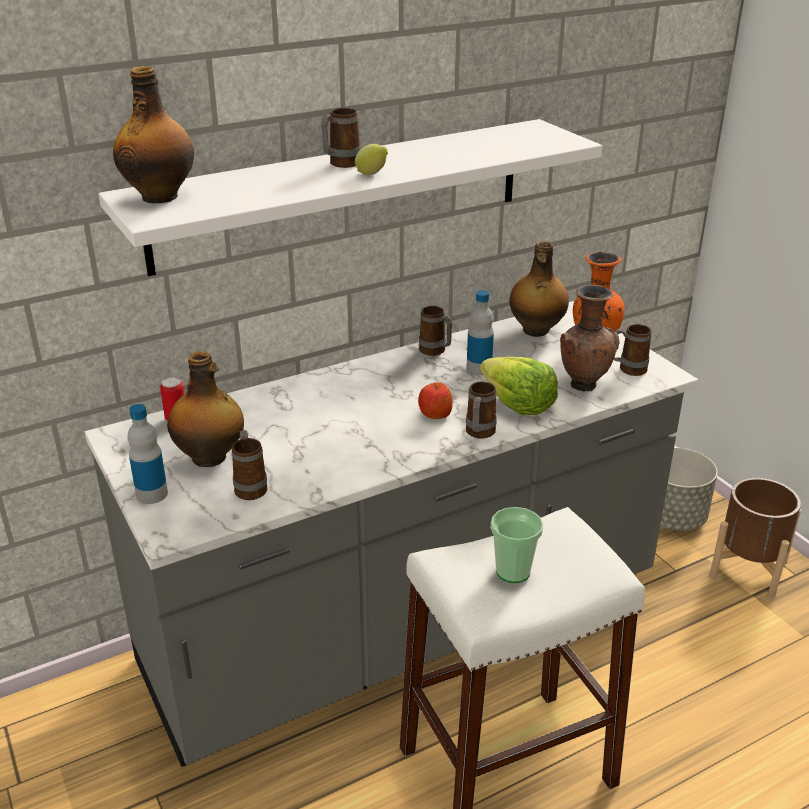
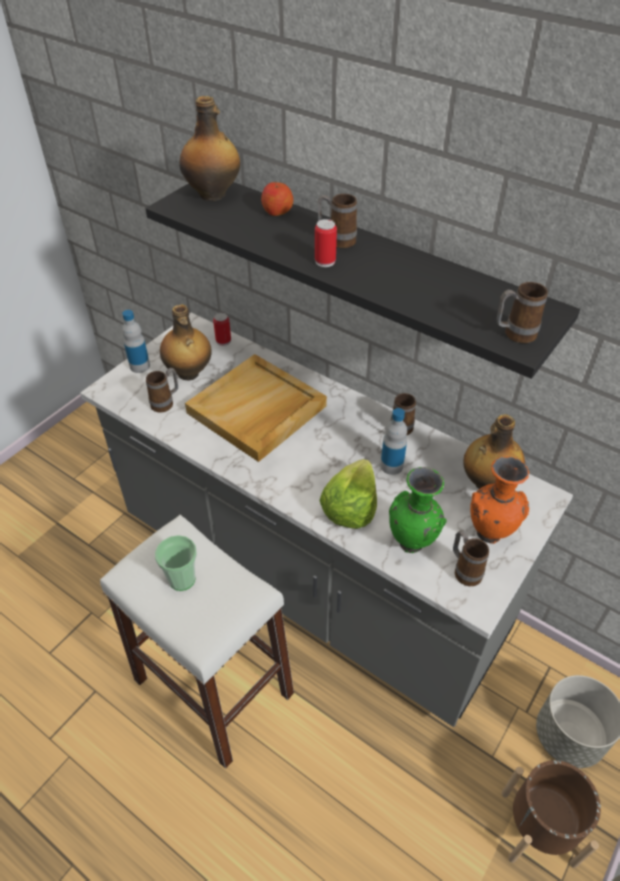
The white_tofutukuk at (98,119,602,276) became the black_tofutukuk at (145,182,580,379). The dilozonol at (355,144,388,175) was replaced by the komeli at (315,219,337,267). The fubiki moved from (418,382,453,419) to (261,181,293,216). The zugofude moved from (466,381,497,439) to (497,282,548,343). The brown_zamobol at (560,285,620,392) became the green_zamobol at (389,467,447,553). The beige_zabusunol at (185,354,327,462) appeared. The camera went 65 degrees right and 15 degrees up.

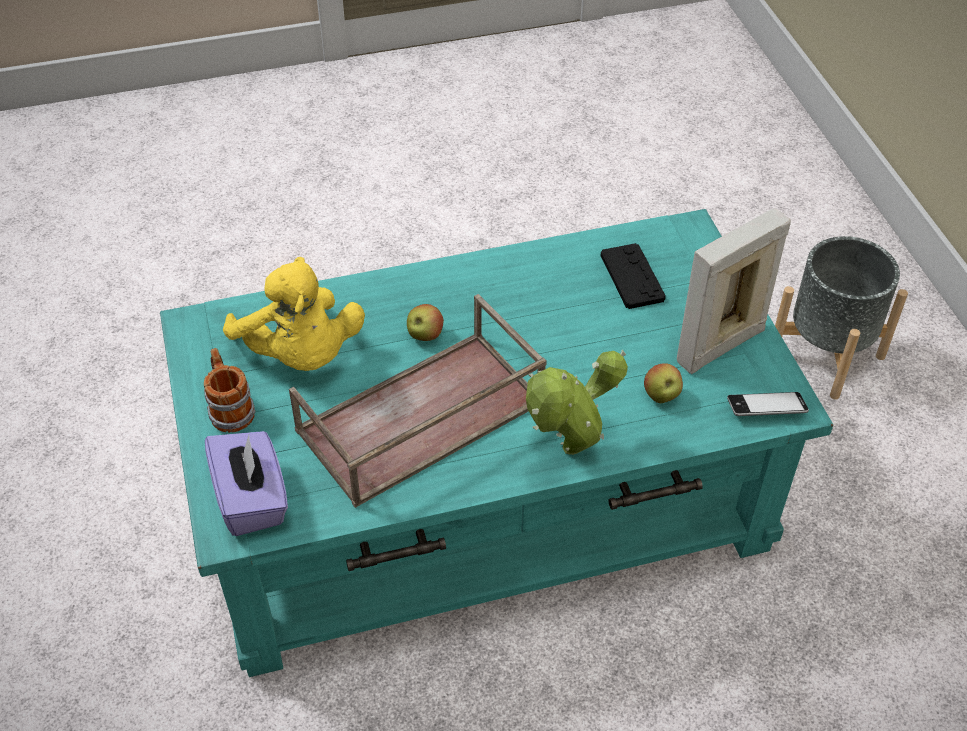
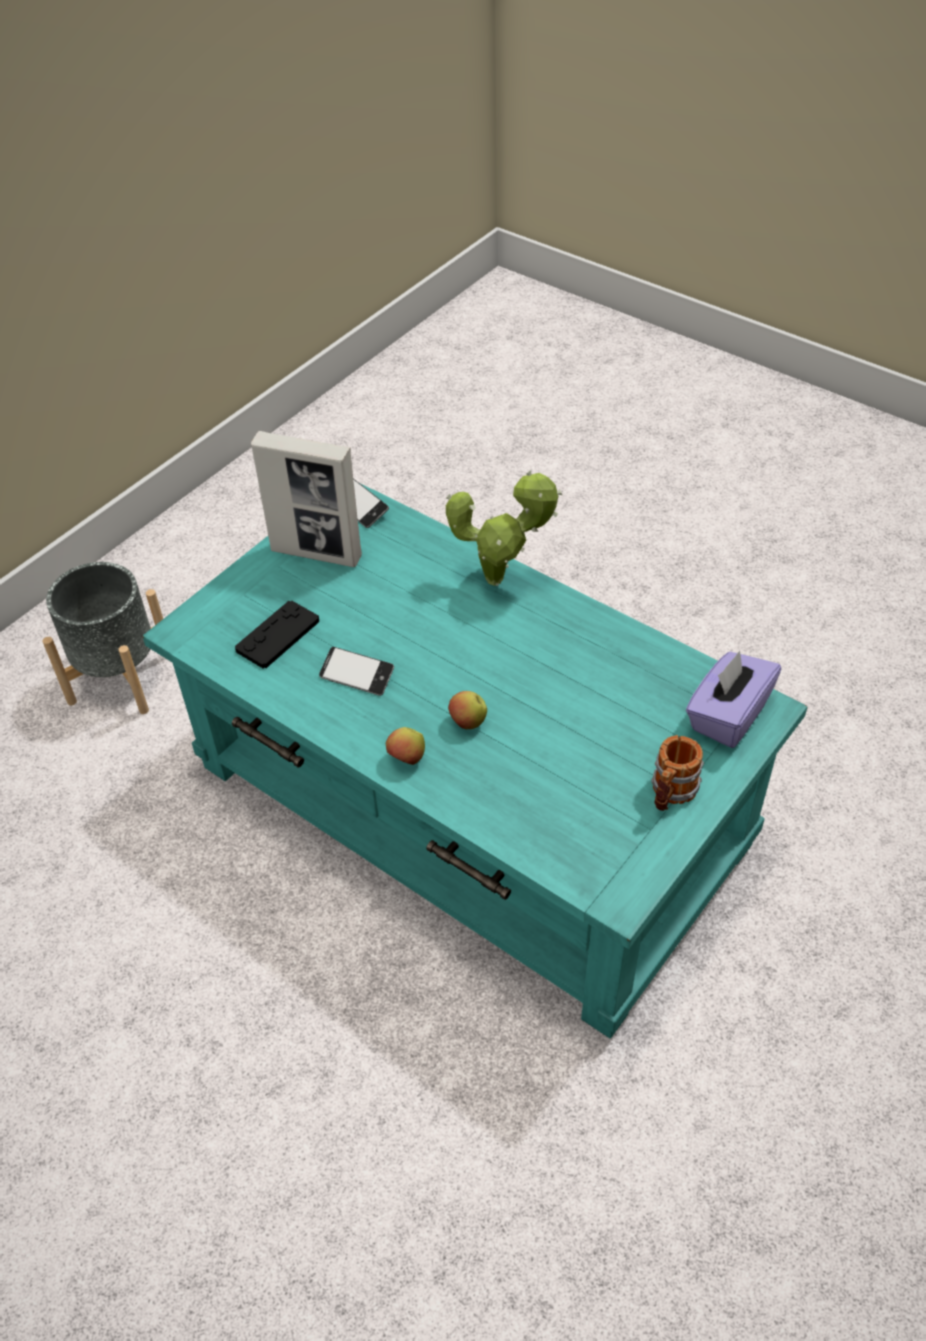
The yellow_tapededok at (223,257,365,371) disappeared. The brown_zabusunol at (289,294,547,508) disappeared. The fubiki moved from (644,363,683,403) to (386,727,425,765). The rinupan at (319,647,394,696) appeared. The camera went 125 degrees left and 0 degrees up.

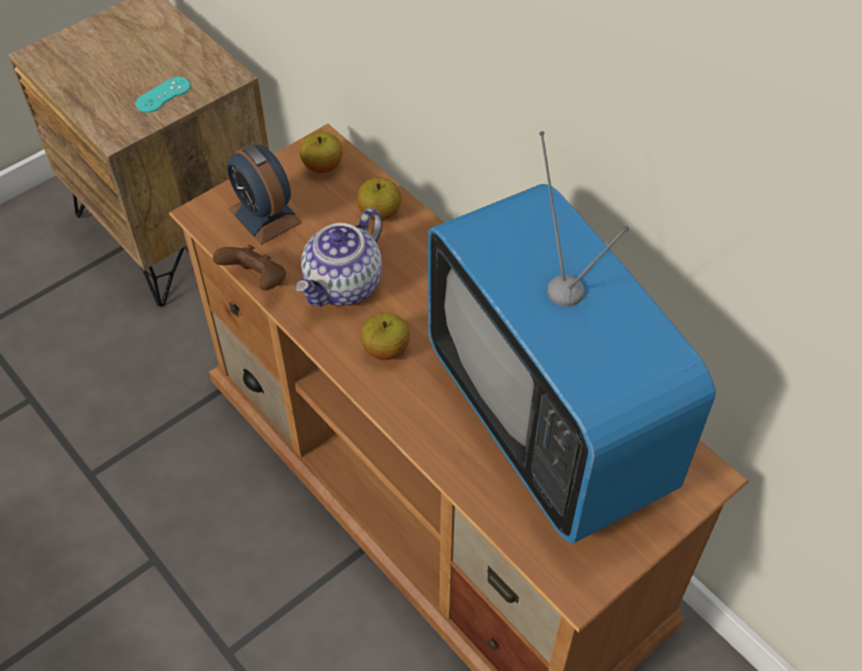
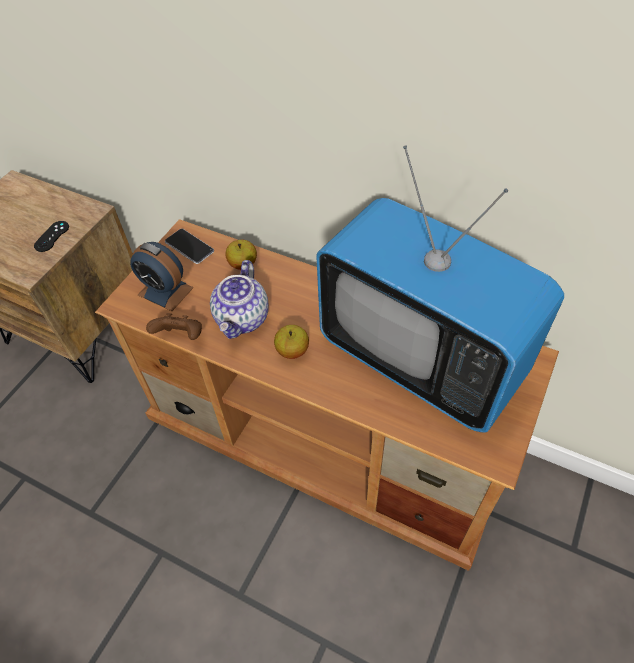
The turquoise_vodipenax at (136,77,190,113) became the black_vodipenax at (34,221,69,252). The fubiki at (300,132,342,173) was replaced by the rinupan at (165,229,214,264). The camera went 20 degrees left and 0 degrees up.

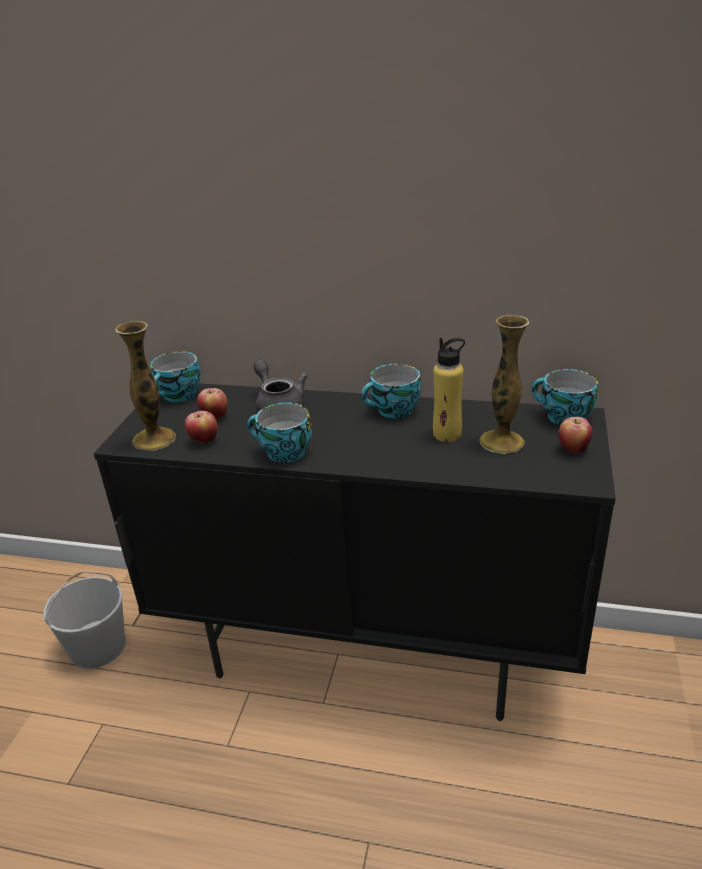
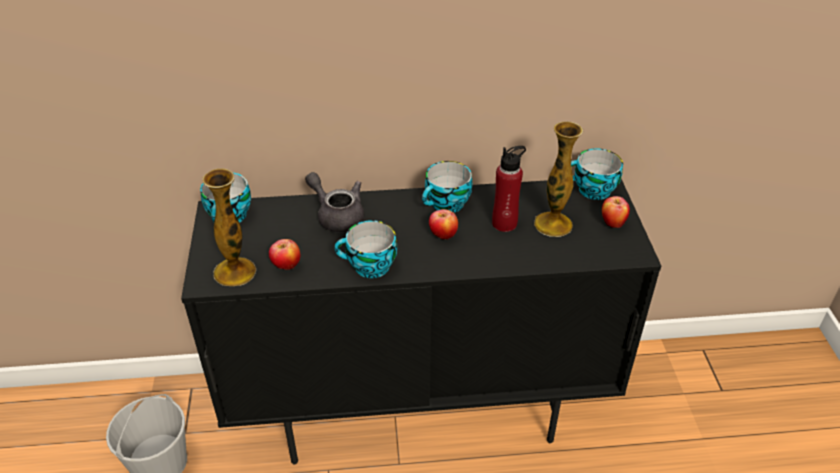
The fubiki moved from (197,388,228,420) to (429,209,458,241). The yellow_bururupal at (433,338,465,442) became the red_bururupal at (492,146,526,232). The camera went 20 degrees left and 10 degrees up.

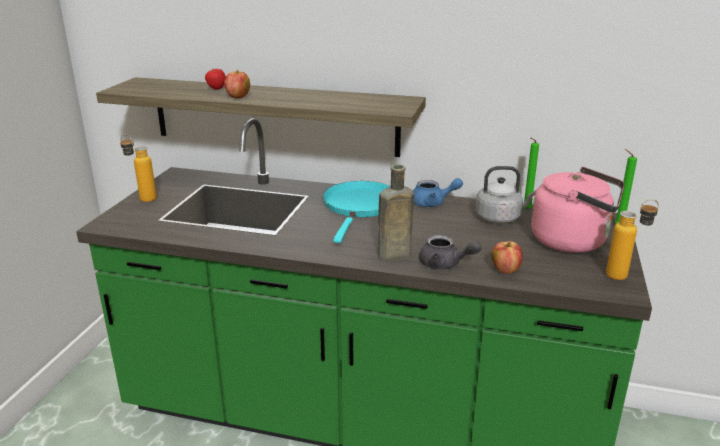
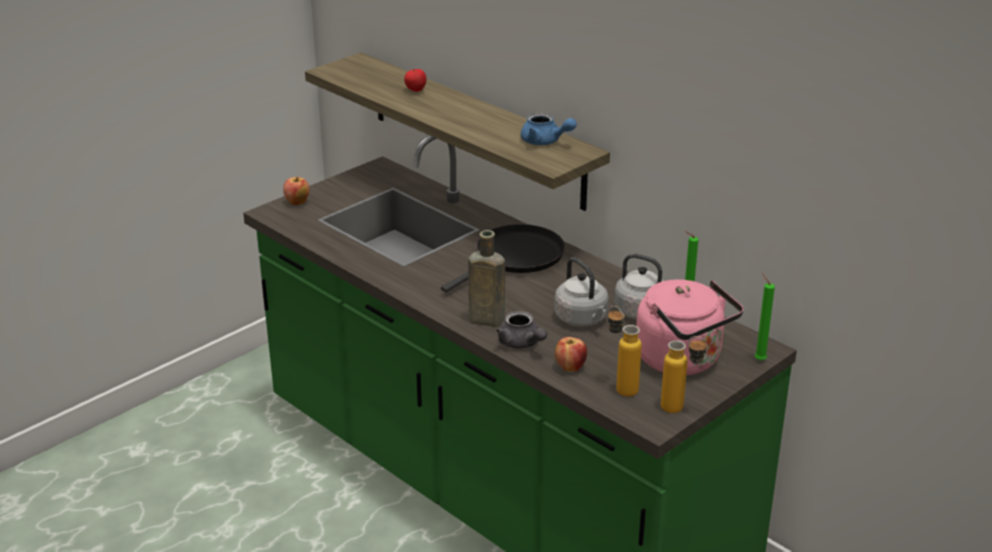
The bururupal moved from (120,134,157,202) to (608,306,642,397). The fubiki moved from (224,70,250,98) to (283,177,310,205). The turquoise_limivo at (323,181,391,243) became the black_limivo at (441,224,565,292). The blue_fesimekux moved from (413,178,463,207) to (521,113,577,145). The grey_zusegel at (554,257,609,327) appeared. The camera went 30 degrees right and 5 degrees up.

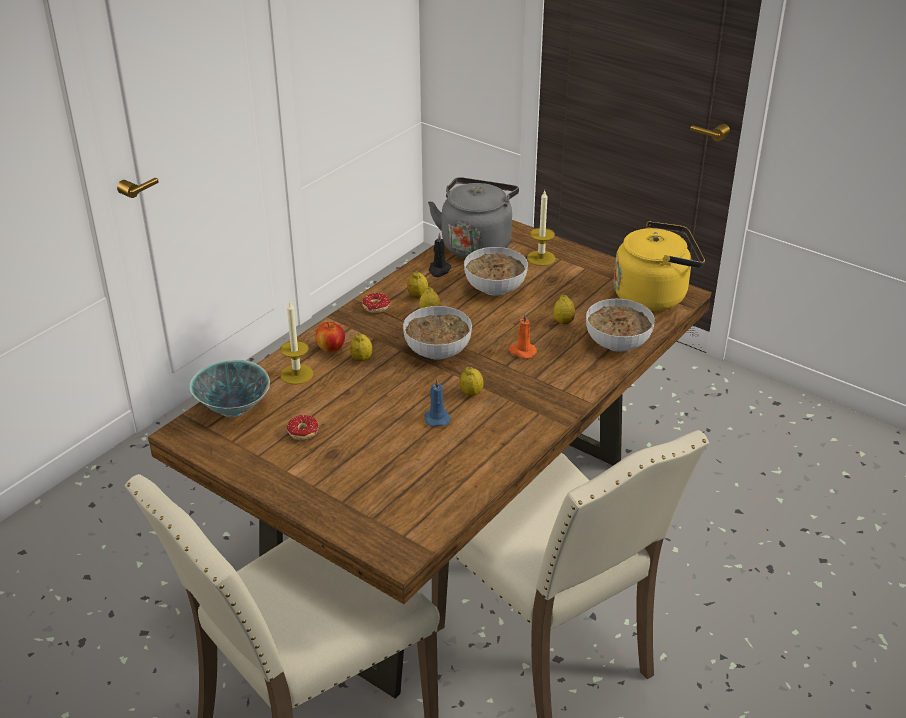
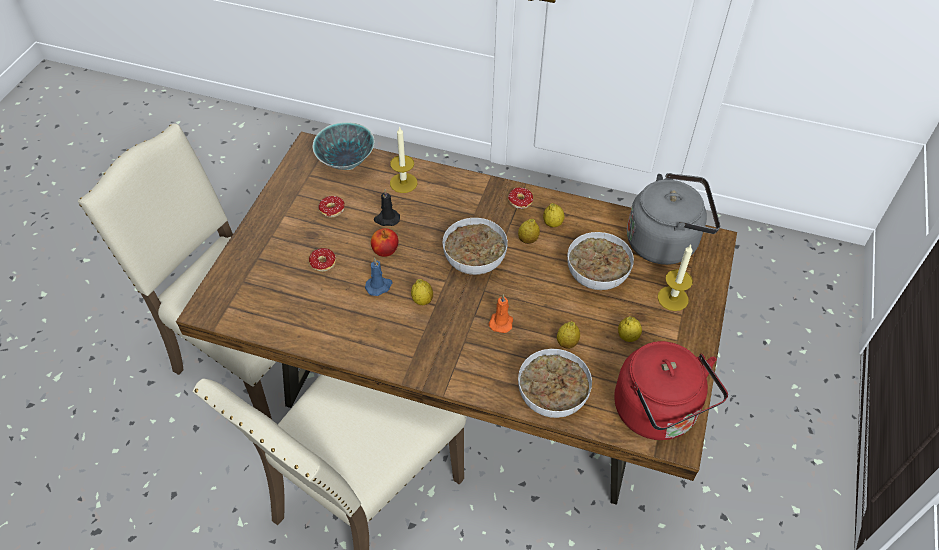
The fubiki moved from (316,322,345,353) to (371,228,399,257). The dilozonol moved from (350,333,373,362) to (618,316,642,342). The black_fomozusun moved from (429,232,451,277) to (374,189,400,226). The yellow_zusegel at (614,221,705,311) became the red_zusegel at (614,341,728,440). The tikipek at (309,248,336,272) appeared. The camera went 70 degrees right and 15 degrees up.

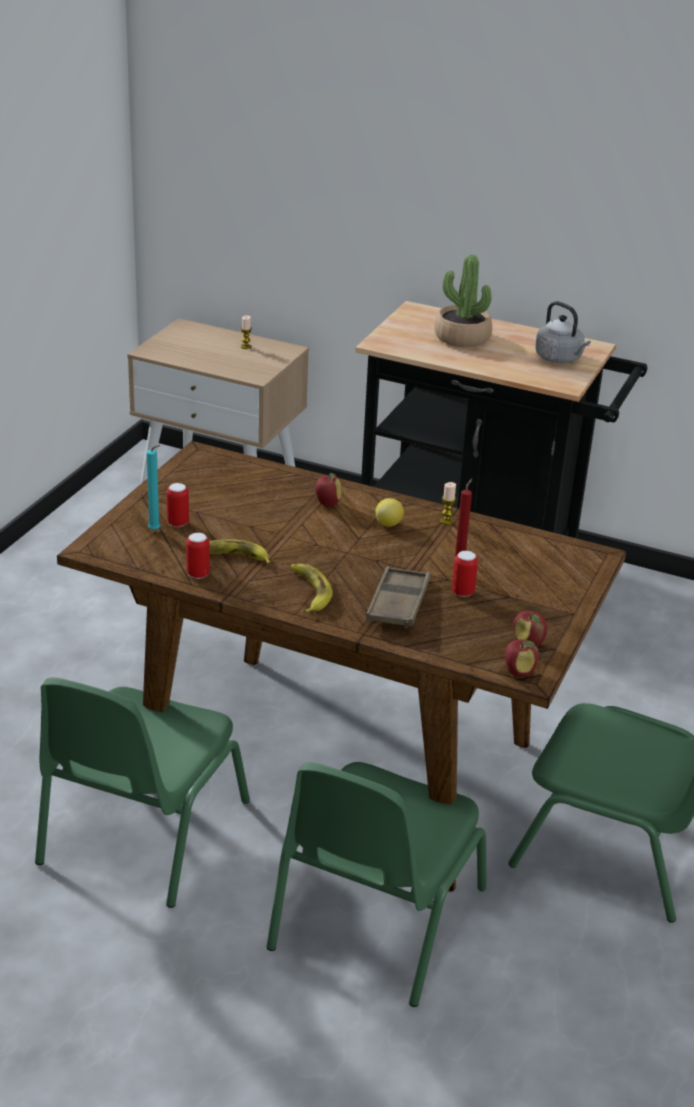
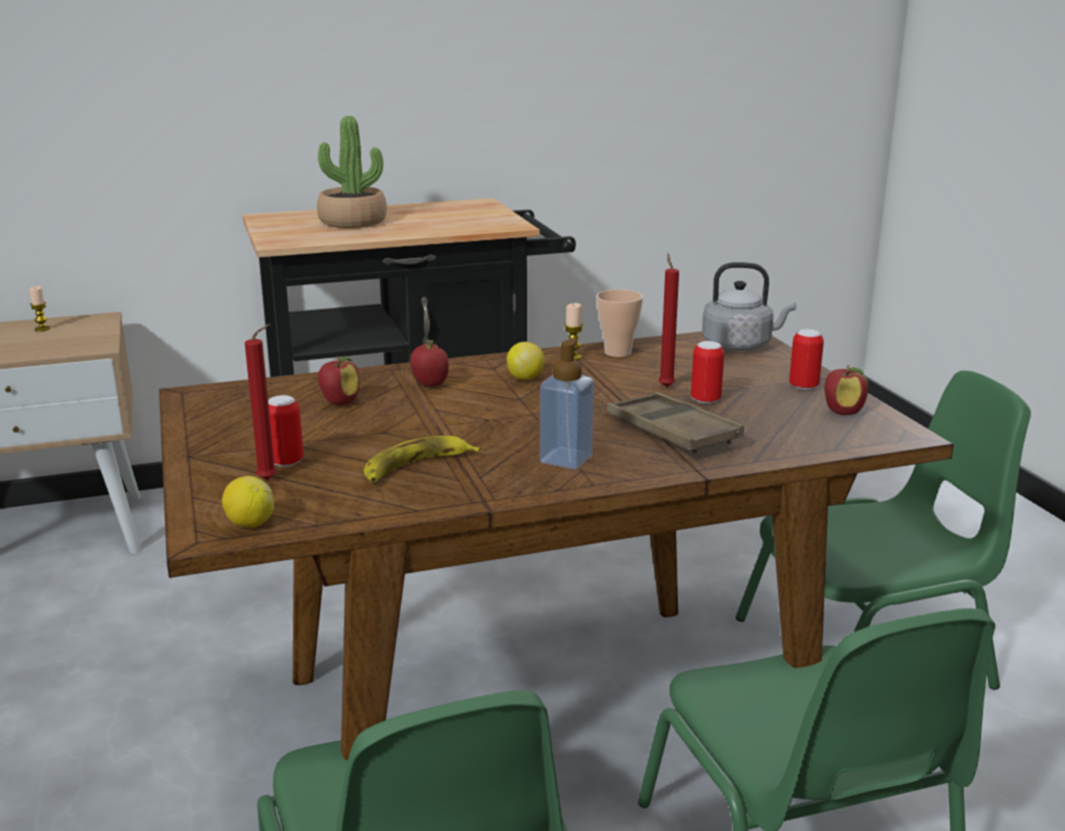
The turquoise_fomozusun at (147,445,161,531) became the red_fomozusun at (245,324,277,480). The komeli moved from (186,533,210,579) to (789,329,824,390). The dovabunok at (290,564,333,613) was replaced by the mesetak at (540,338,594,469). The fubiki moved from (505,640,539,677) to (318,357,359,405). The grey_zusegel moved from (535,301,591,363) to (702,262,796,351). The dilozonol at (222,476,274,527) appeared. The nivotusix at (596,289,643,357) appeared. The camera went 40 degrees left and 10 degrees down.

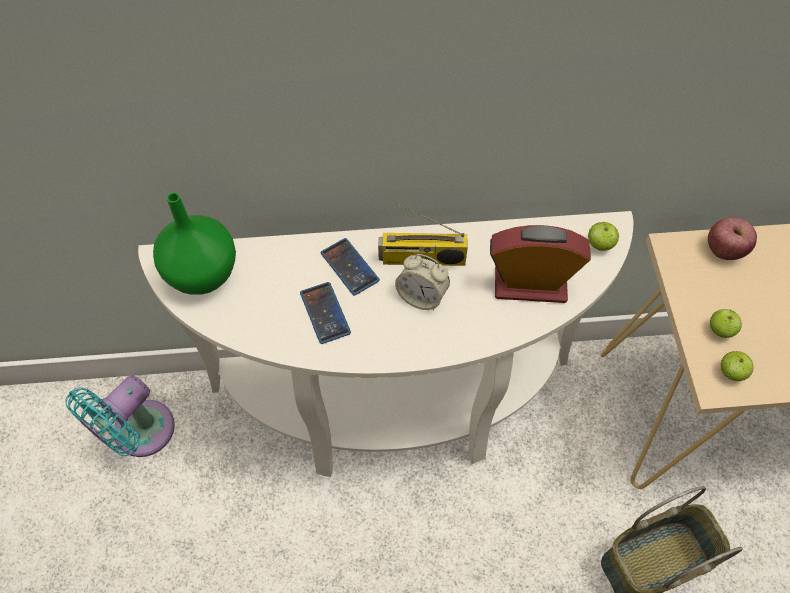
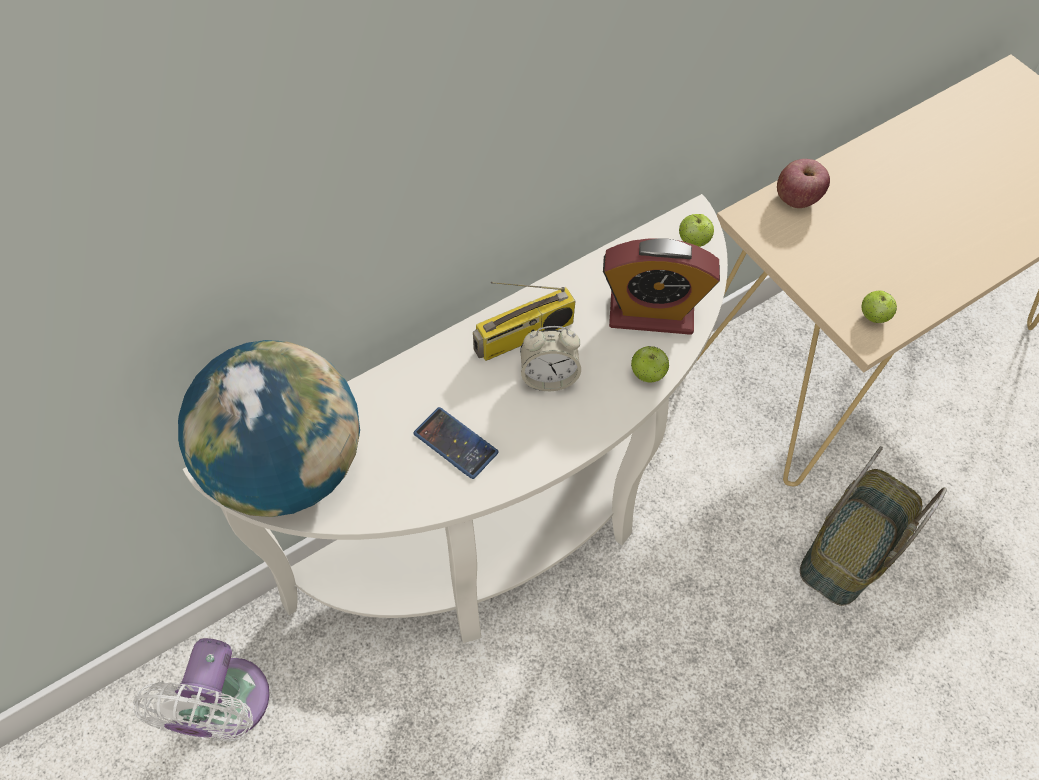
The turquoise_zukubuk at (65,375,175,457) became the white_zukubuk at (133,638,270,741). The green_zamobol at (153,192,236,295) was replaced by the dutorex at (178,340,360,517). The rinupan at (321,238,380,296) disappeared. The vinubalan at (490,225,591,303) turned 150 degrees counterclockwise. The fubiki moved from (710,309,742,338) to (631,346,669,382). The camera went 30 degrees left and 0 degrees up.

